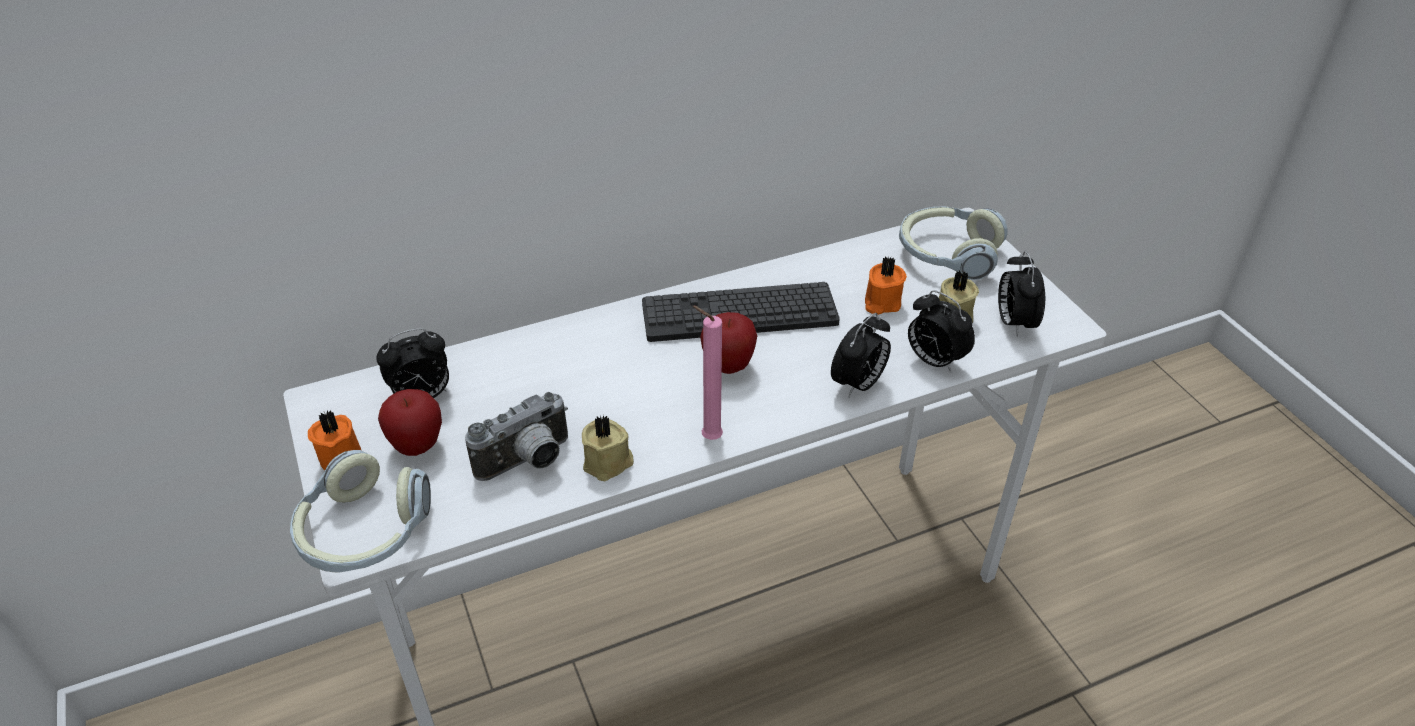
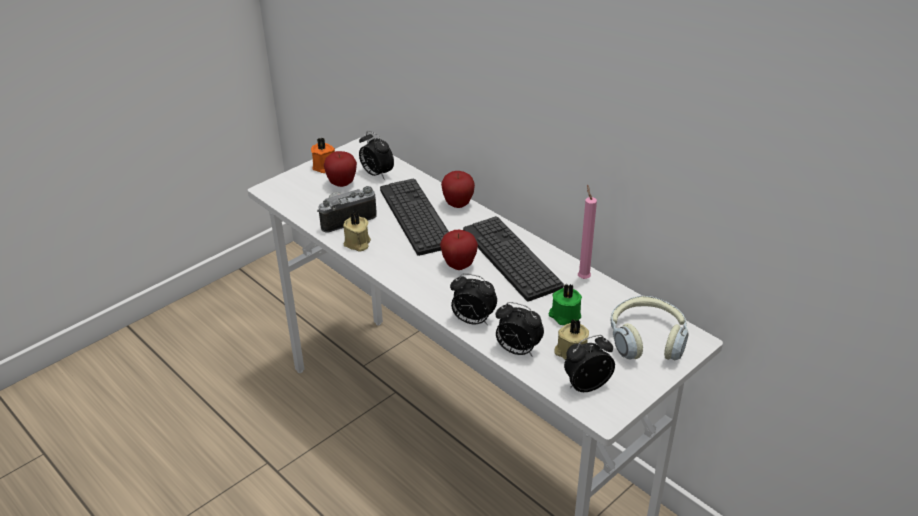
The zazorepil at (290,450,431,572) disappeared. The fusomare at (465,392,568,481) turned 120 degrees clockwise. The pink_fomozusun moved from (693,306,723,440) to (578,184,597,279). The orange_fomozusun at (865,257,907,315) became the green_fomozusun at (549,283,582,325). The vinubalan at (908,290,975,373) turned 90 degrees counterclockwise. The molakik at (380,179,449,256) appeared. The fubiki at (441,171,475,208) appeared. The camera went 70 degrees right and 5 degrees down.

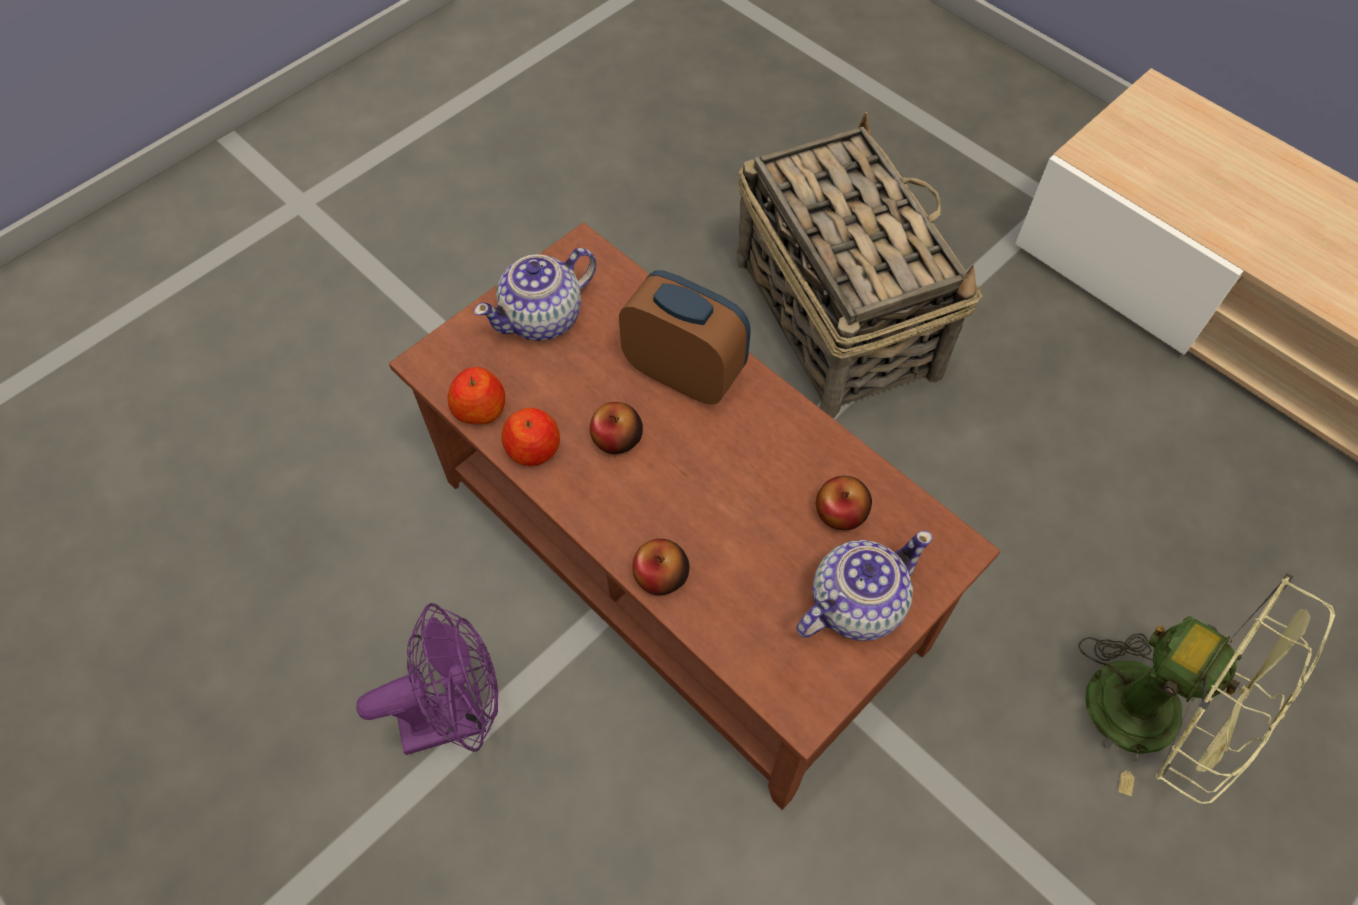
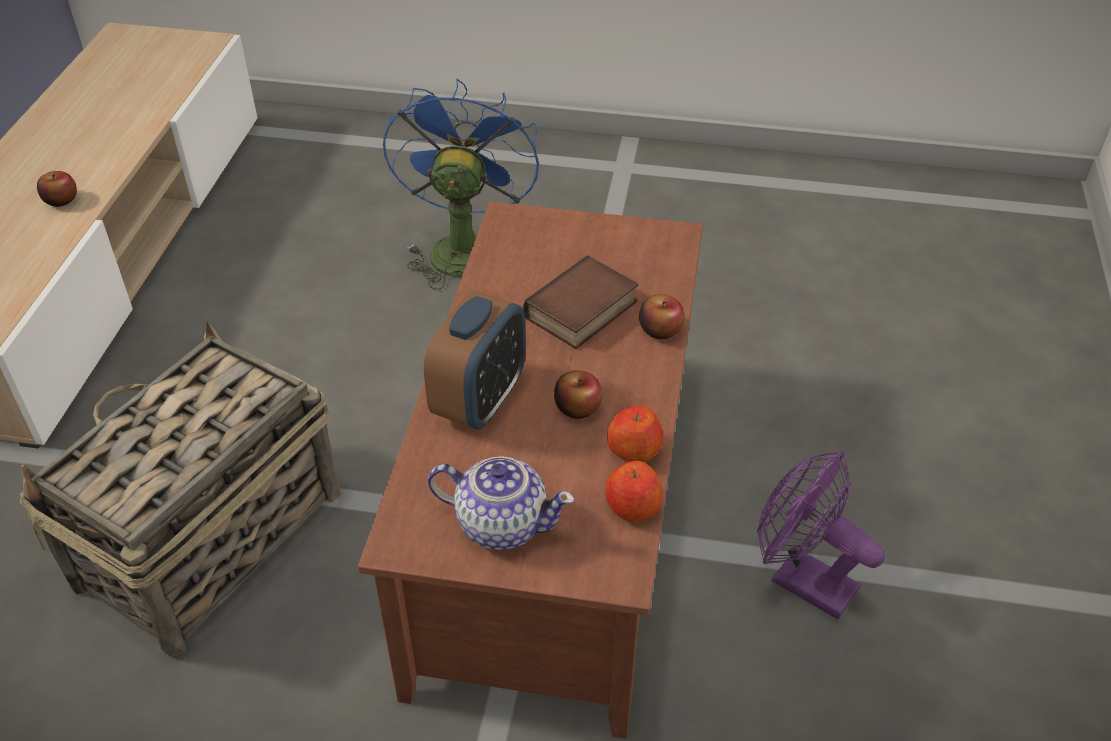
The vinubalan at (619,270,751,405) turned 150 degrees counterclockwise. The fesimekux at (796,531,933,641) disappeared. The fubiki moved from (816,476,872,530) to (37,171,77,207). The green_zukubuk at (1078,573,1335,804) became the blue_zukubuk at (383,79,539,290). The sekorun at (523,255,638,349) appeared. The camera went 125 degrees left and 15 degrees down.

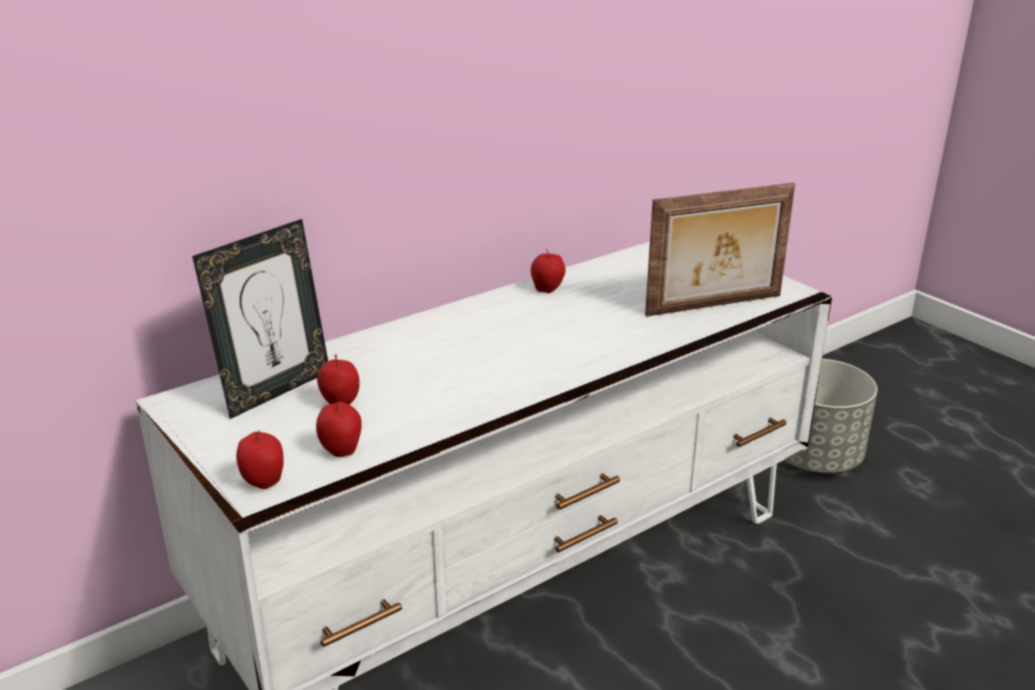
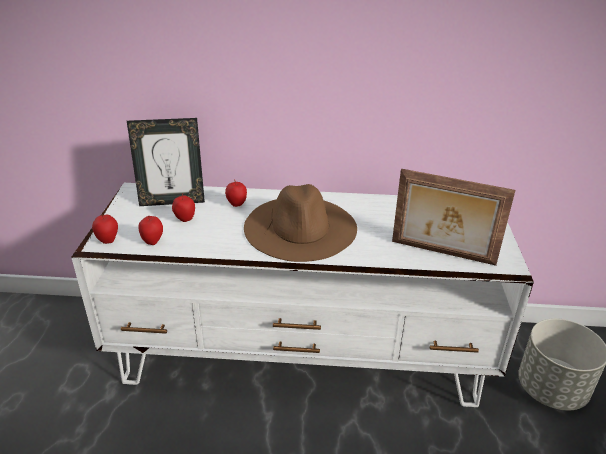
The fubiki moved from (531,249,566,293) to (225,179,247,207). The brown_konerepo at (244,184,357,262) appeared. The camera went 40 degrees right and 5 degrees up.

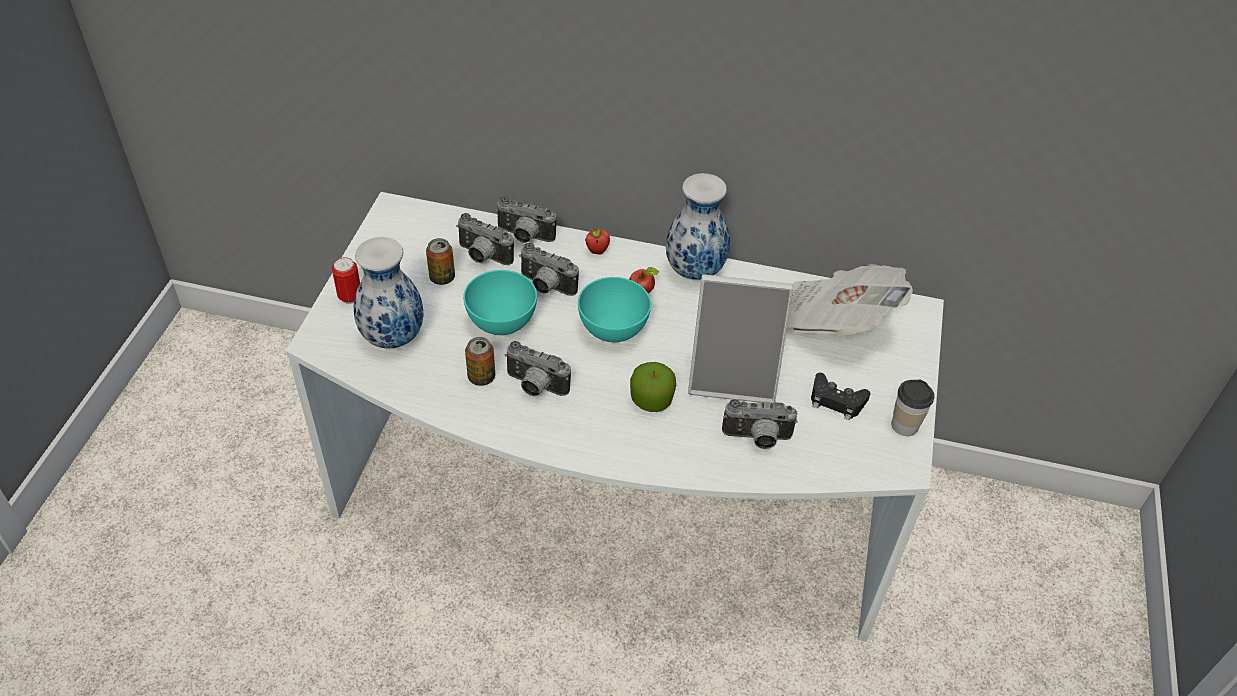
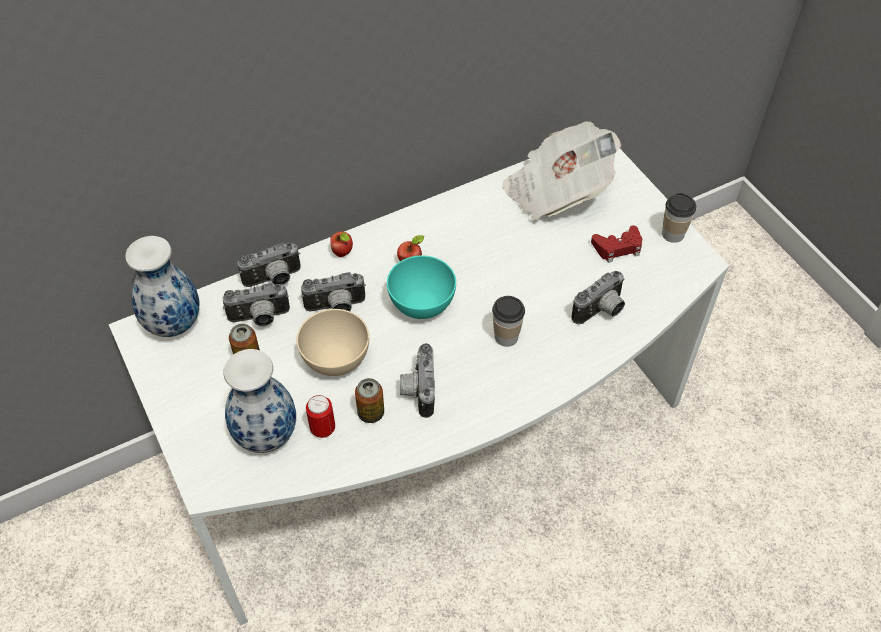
The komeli moved from (332,257,360,304) to (306,395,335,438). The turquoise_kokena at (463,270,537,335) became the beige_kokena at (297,309,369,376). The fusomare at (504,341,571,396) turned 105 degrees clockwise. The fubiki at (630,362,676,412) was replaced by the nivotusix at (492,296,525,347). The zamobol moved from (666,173,730,280) to (125,236,199,337). The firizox at (688,274,794,403) disappeared. The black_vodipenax at (811,373,870,420) became the red_vodipenax at (591,225,642,263). The camera went 40 degrees left and 5 degrees up.

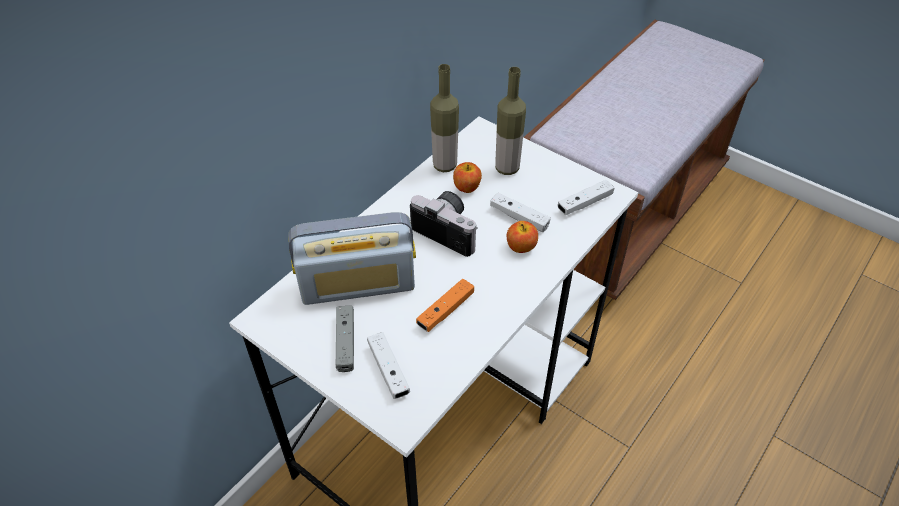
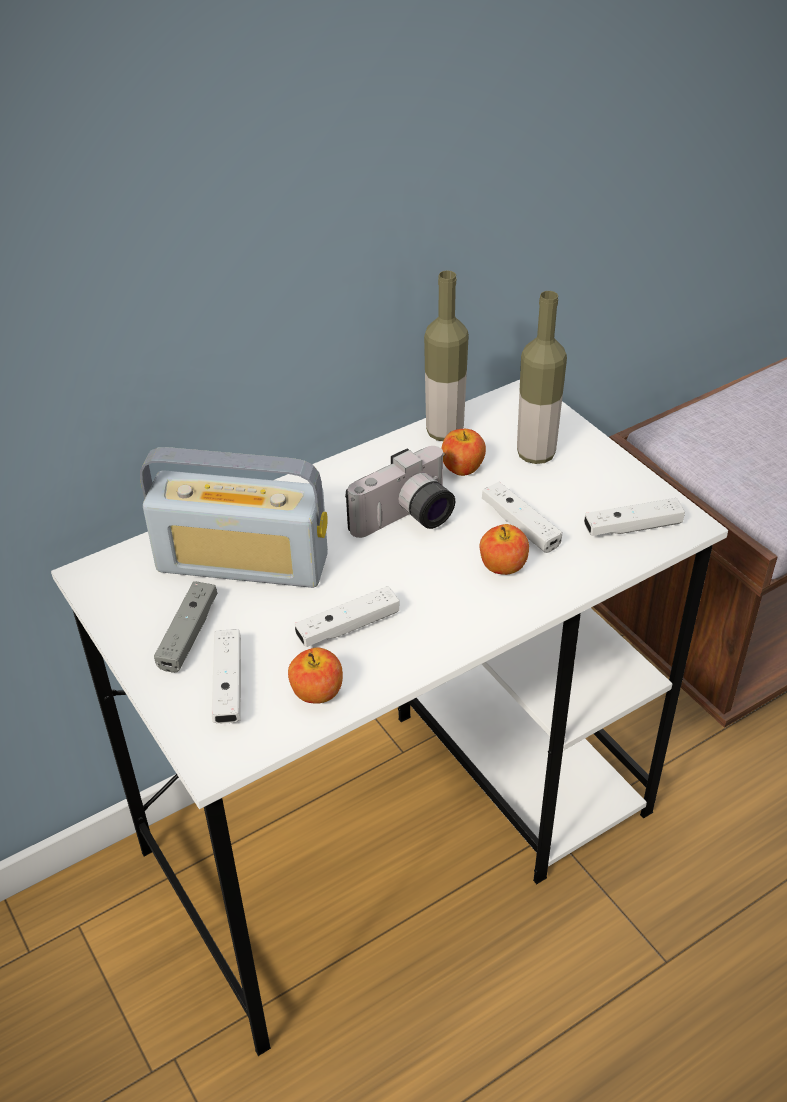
The fusomare at (410,191,478,257) turned 90 degrees clockwise. The orange_vodipenax at (416,279,474,332) became the white_vodipenax at (295,586,400,647). The fubiki at (288,647,343,704) appeared. The camera went 20 degrees right and 5 degrees down.

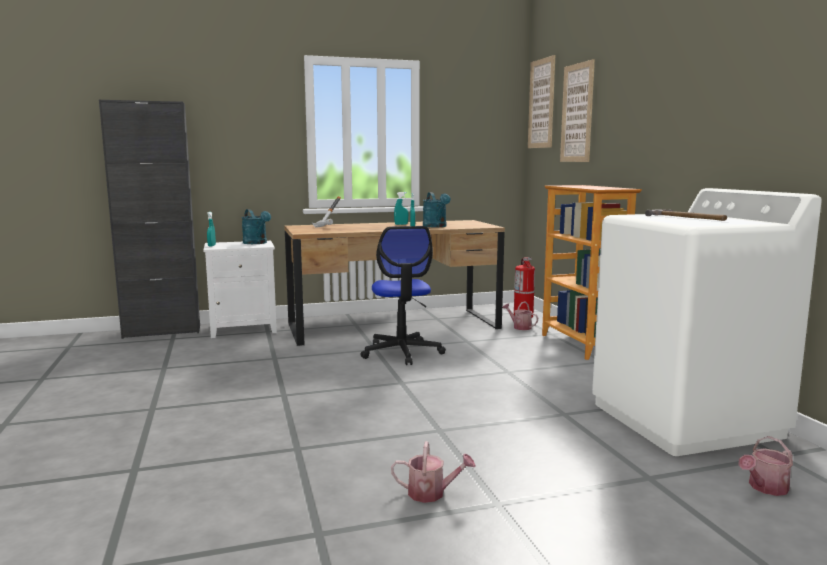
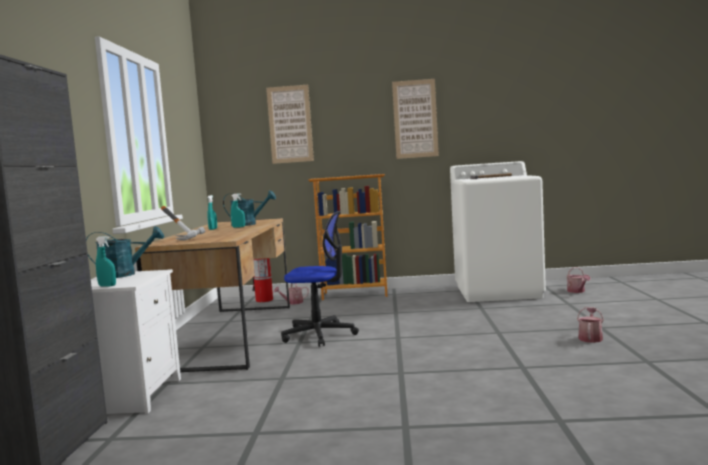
The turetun moved from (528,55,555,148) to (392,79,439,159). The camera went 70 degrees left and 5 degrees down.

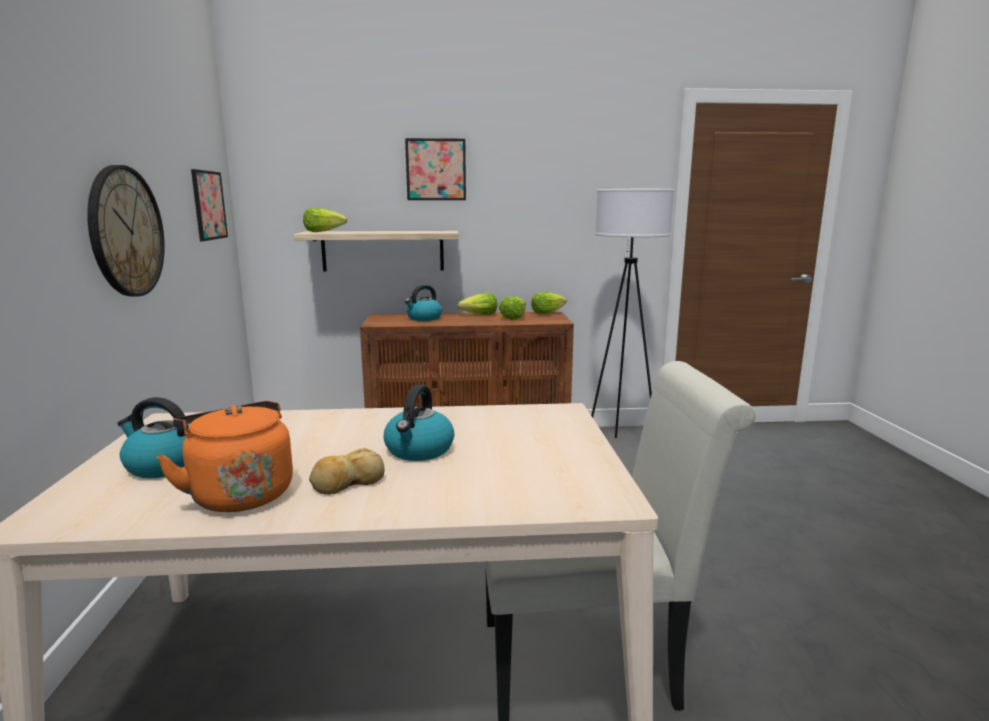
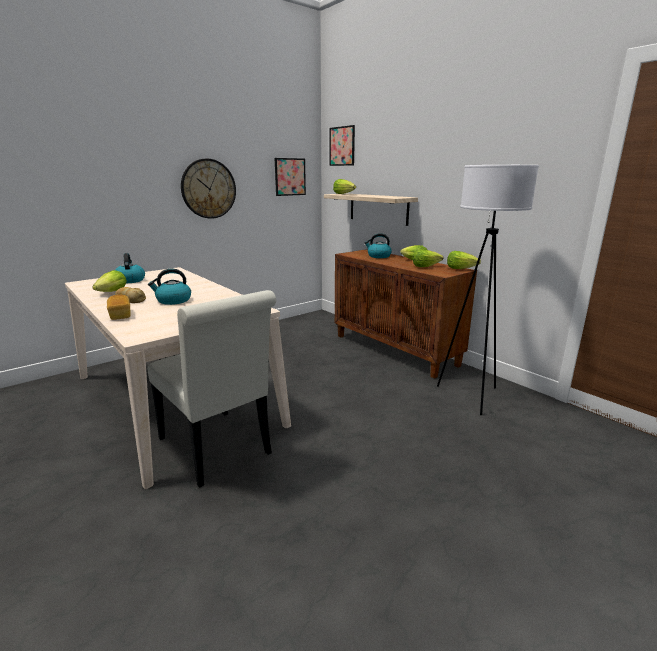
The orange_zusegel at (156,401,293,512) was replaced by the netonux at (92,270,127,292). The turetun moved from (405,138,466,200) to (329,125,355,166). The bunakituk at (107,295,130,320) appeared. The camera went 55 degrees right and 5 degrees up.

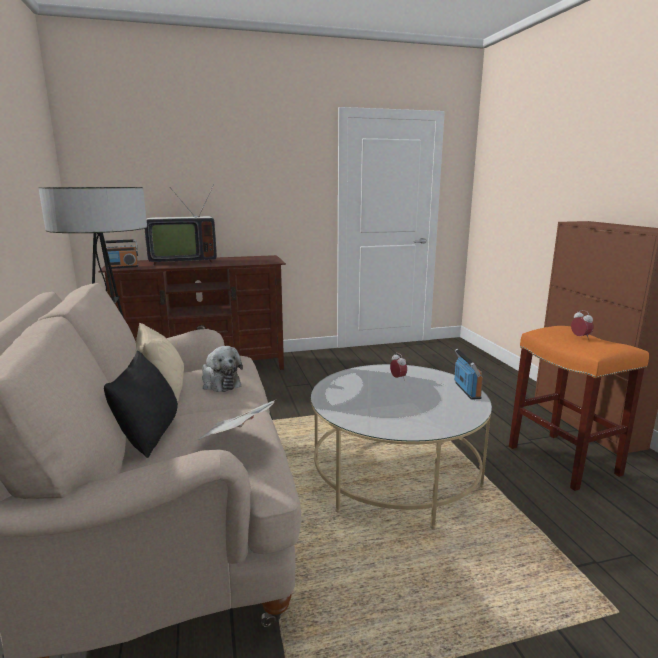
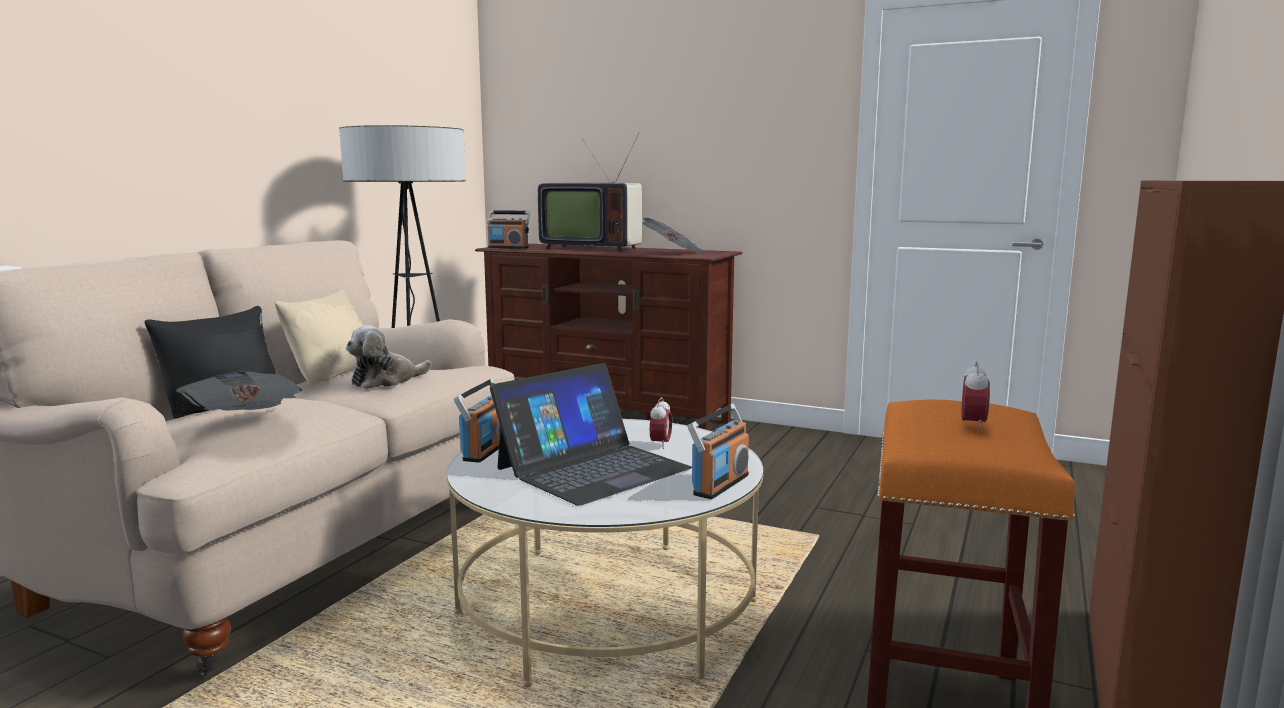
The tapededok at (202,346,243,392) turned 45 degrees clockwise. The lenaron at (454,379,500,463) appeared. The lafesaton at (490,363,692,506) appeared. The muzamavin at (642,218,706,253) appeared. The camera went 40 degrees right and 5 degrees down.

